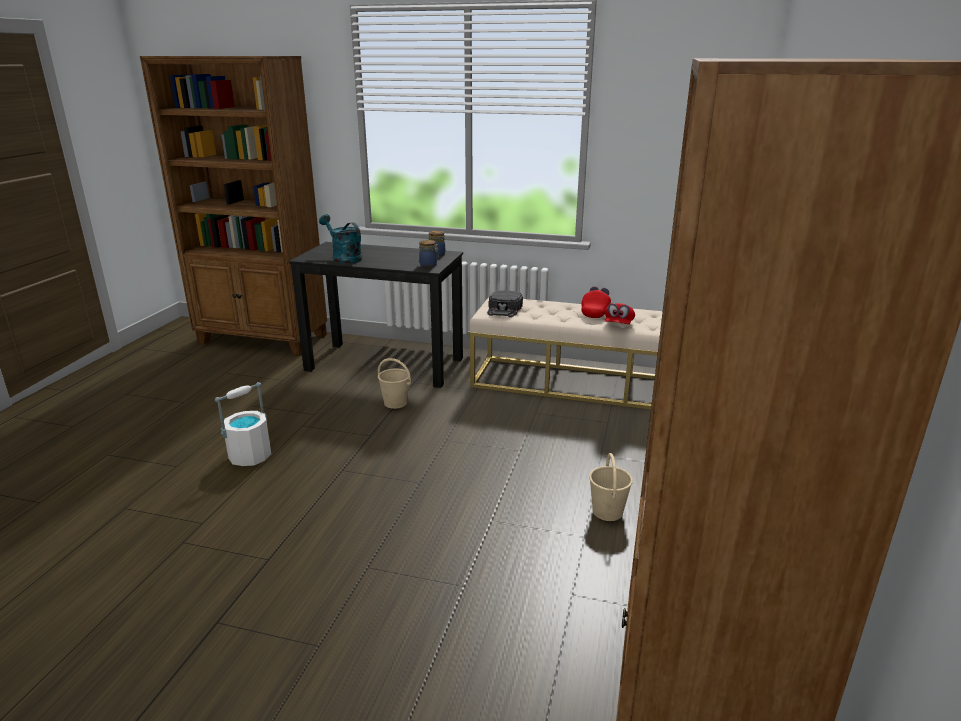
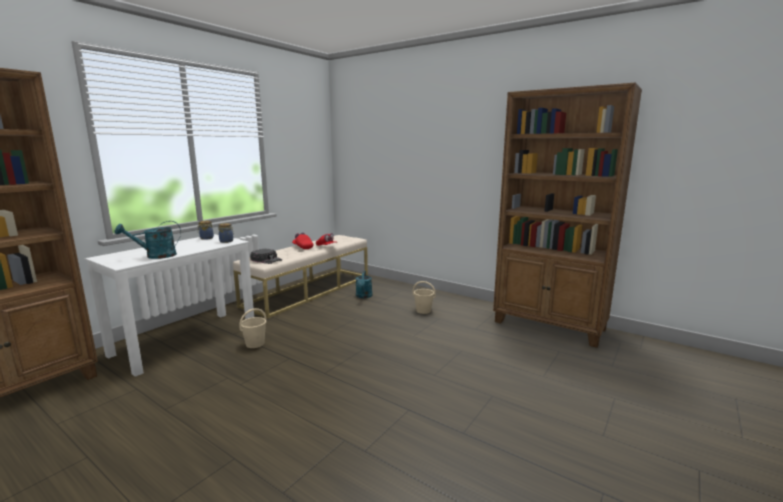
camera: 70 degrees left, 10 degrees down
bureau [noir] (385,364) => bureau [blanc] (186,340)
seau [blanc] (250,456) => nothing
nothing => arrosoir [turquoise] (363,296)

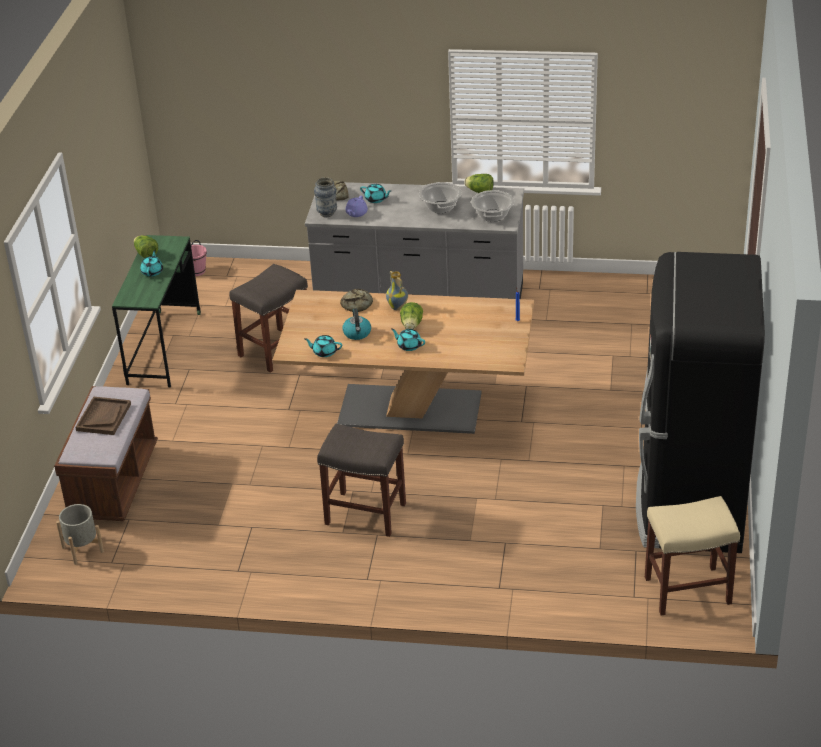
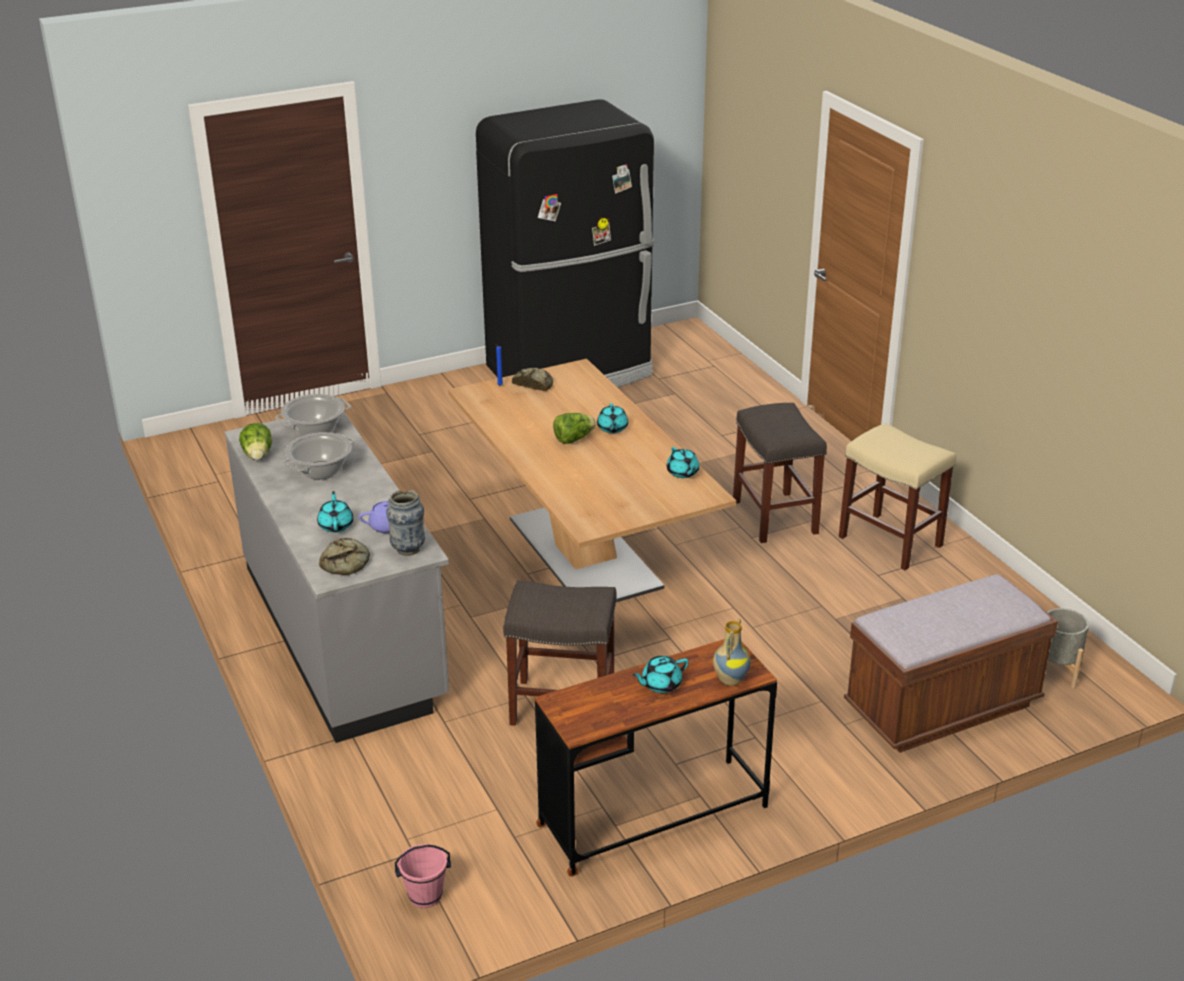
camera: 125 degrees left, 5 degrees down
bureau [vert] (164,348) => bureau [marron] (653,816)
laitue (146,254) => nothing
vase (398,307) => vase (729,680), moved
pain (358,304) => pain (533,383), moved
bouilloire (357,333) => nothing
plateau [marron] (103,417) => nothing
tabouret [beige] (686,591) => tabouret [beige] (892,541), moved

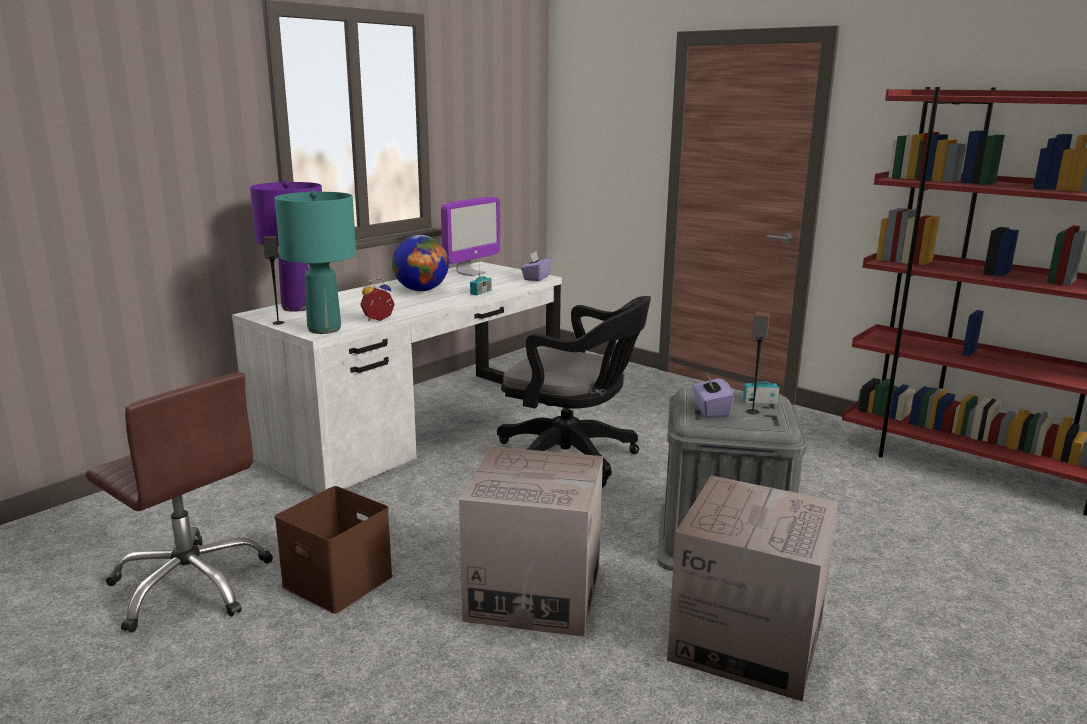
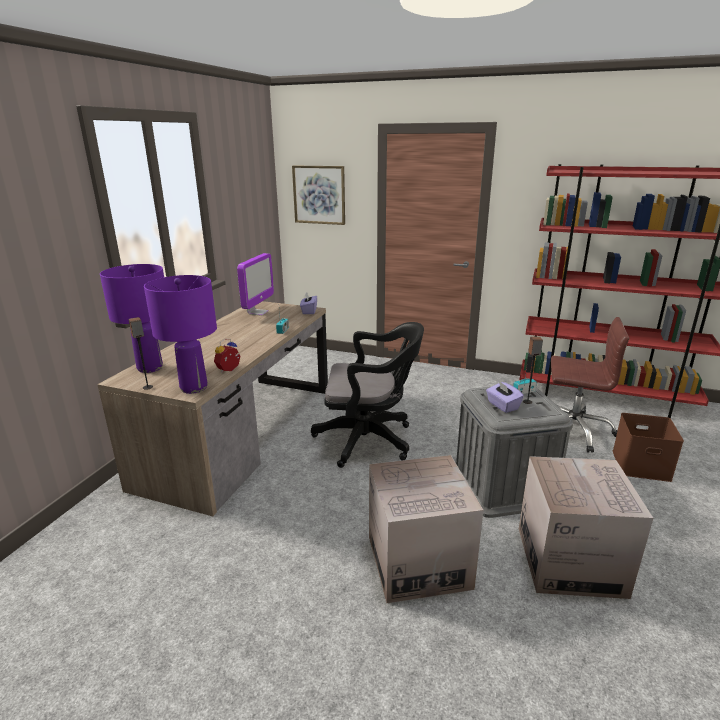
camera: 20 degrees left, 5 degrees up
lampe de table [turquoise] (324,329) => lampe de table [violet] (193,388)
globe (421,290) => nothing
bureau [blanc] (418,426) => bureau [marron] (242,434)
chaise de bureau [marron] (191,584) => chaise de bureau [marron] (573,429), moved
boîte de rangement [marron] (335,581) => boîte de rangement [marron] (640,465), moved
nothing => tableau (319,195)

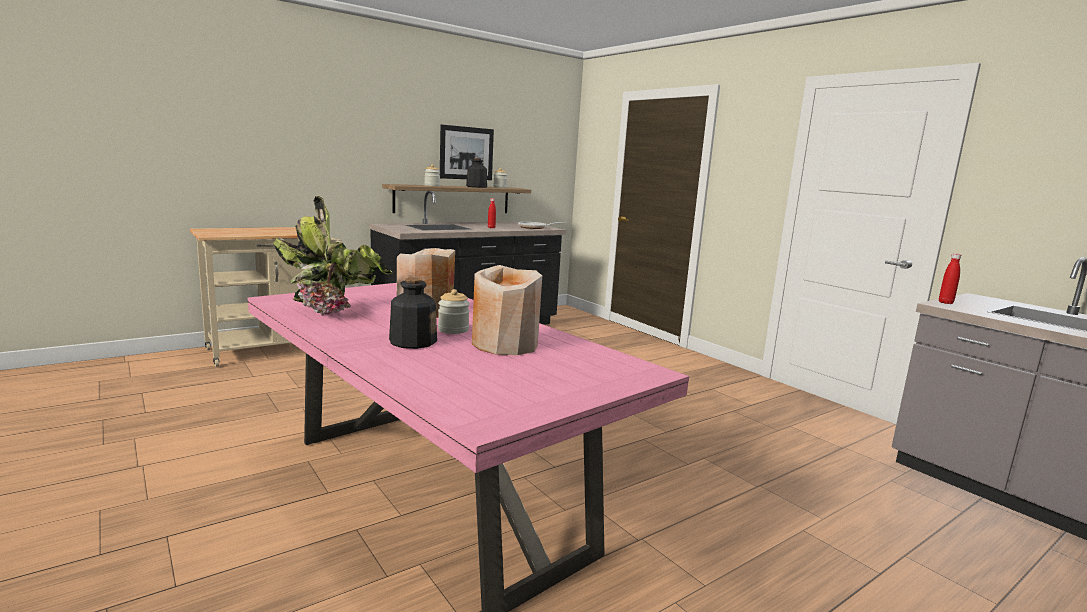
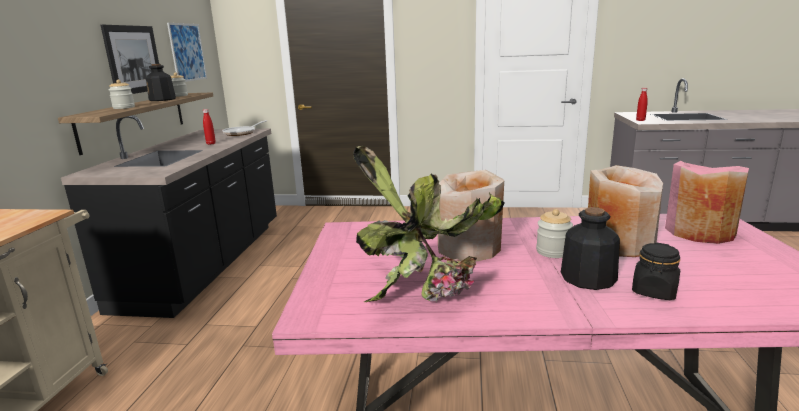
camera: 45 degrees left, 5 degrees up
nothing => tableau (187,52)
nothing => vase [rose] (699,232)
nothing => bocal [noir] (654,291)

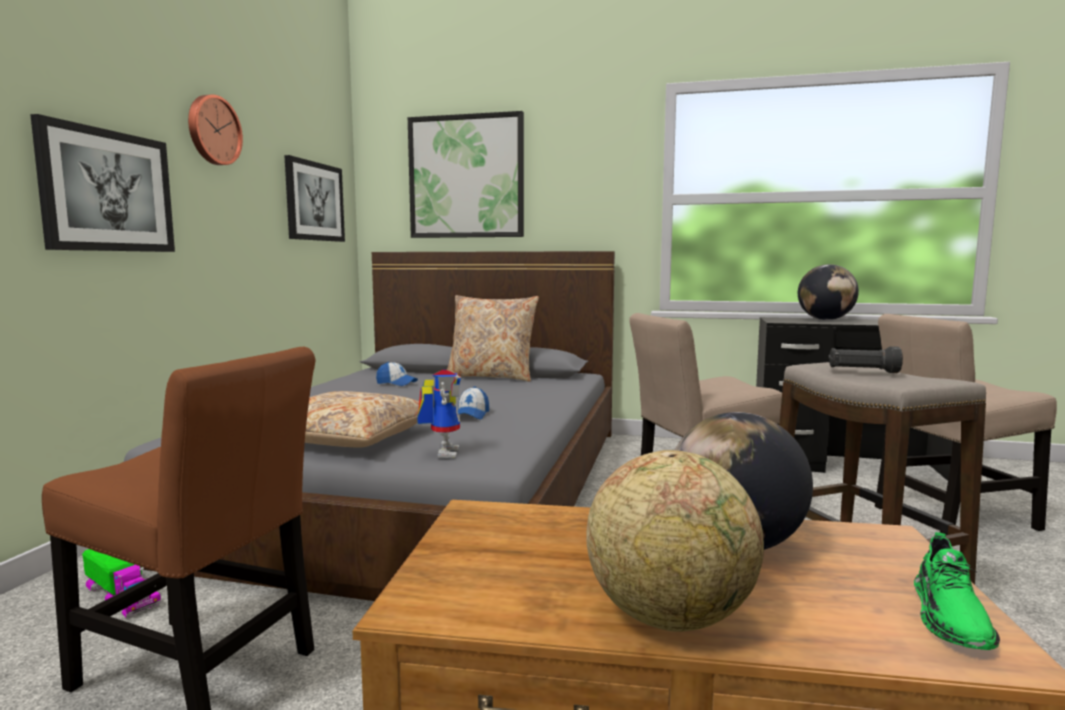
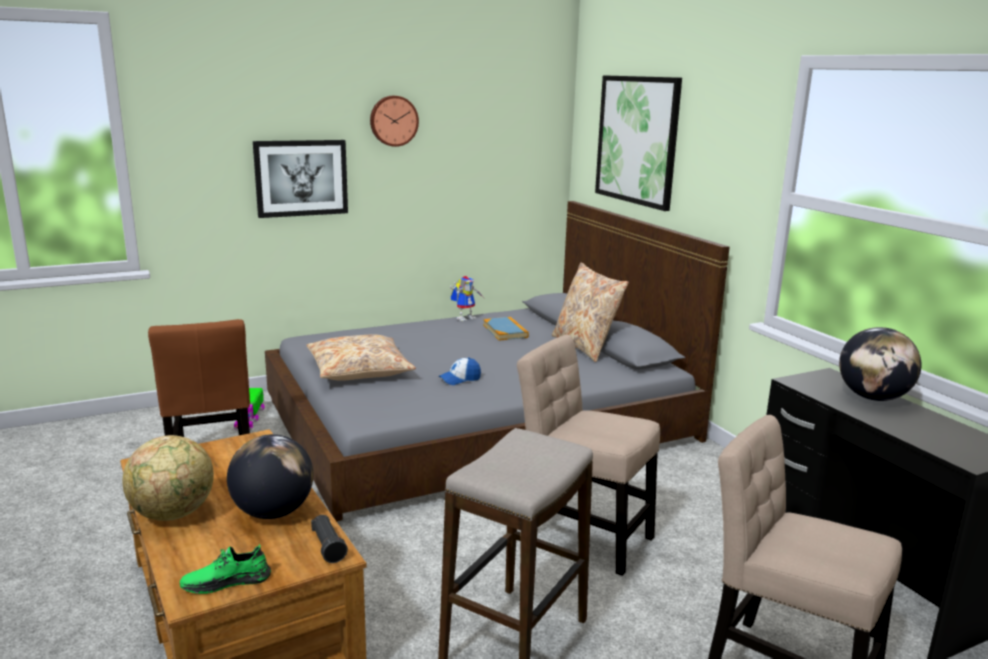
camera: 50 degrees right, 10 degrees up
tableau (314,201) => nothing
lampe de poche [noir] (862,371) => lampe de poche [noir] (328,547), moved
casquette (396,383) => livre (505,331)
robot jouet (442,451) => robot jouet (465,317), moved

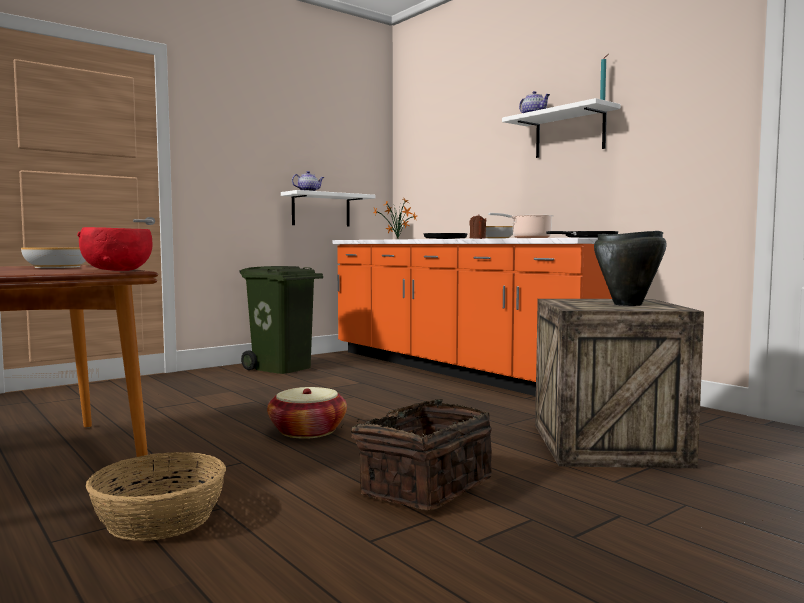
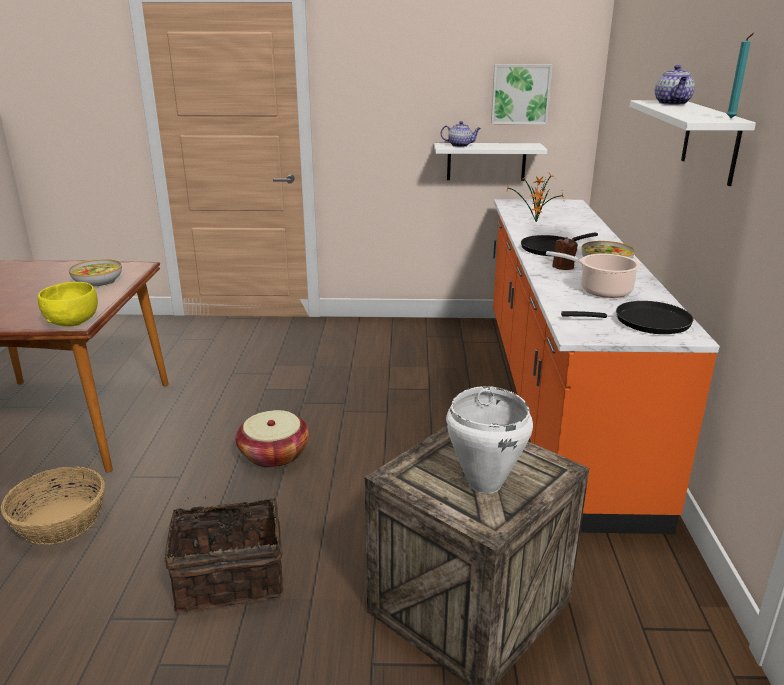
camera: 40 degrees right, 20 degrees up
bol [rouge] (117,270) => bol [jaune] (73,321)
marmite [noir] (627,304) => marmite [blanc] (484,483)
poubelle [vert] (281,368) => nothing
nothing => tableau (520,94)

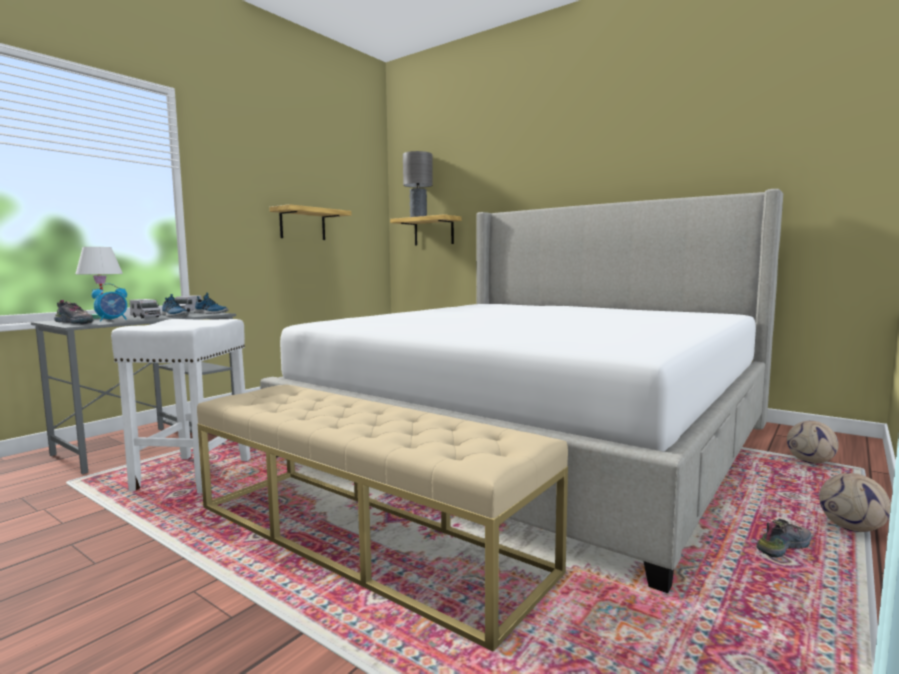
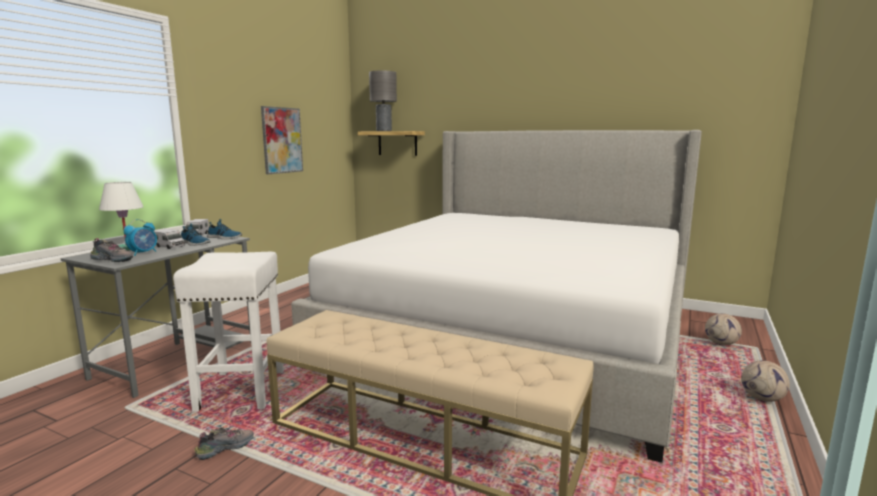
camera: 10 degrees left, 5 degrees up
étagère (302,224) => tableau (282,140)
chaussure (783,547) => chaussure (225,448), moved

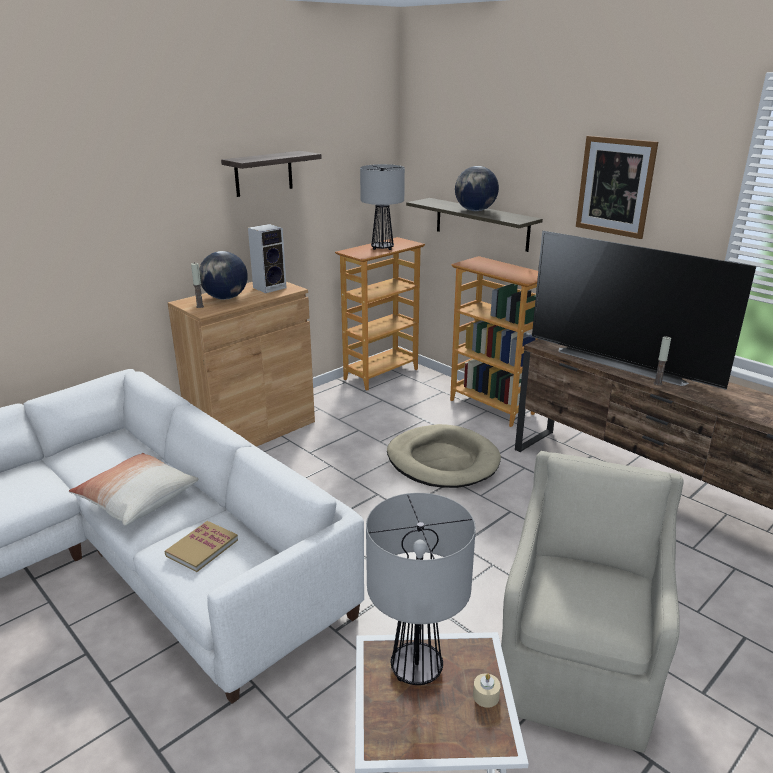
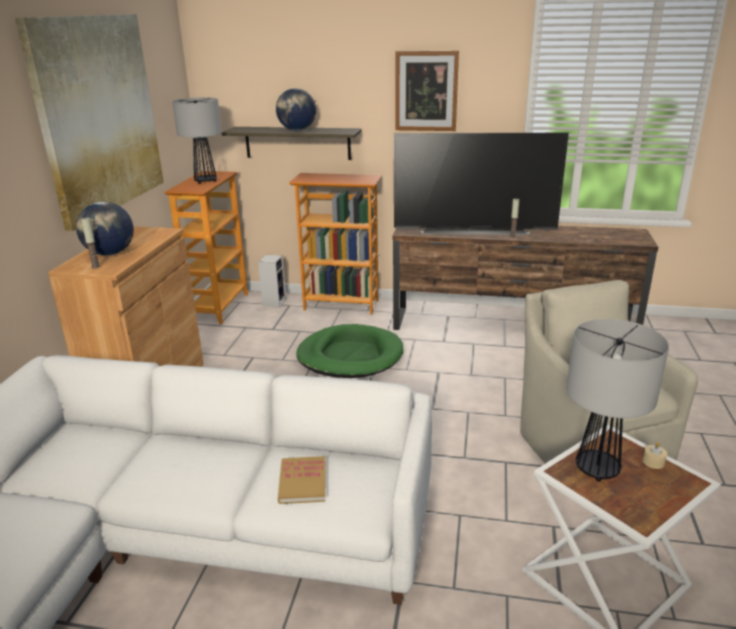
camera: 35 degrees left, 0 degrees up
étagère (263,173) => tableau (99,115)
enceinte (270,287) => enceinte (274,302), moved
panier pour chien [beige] (442,461) => panier pour chien [vert] (350,356)
coussin (137,500) => nothing

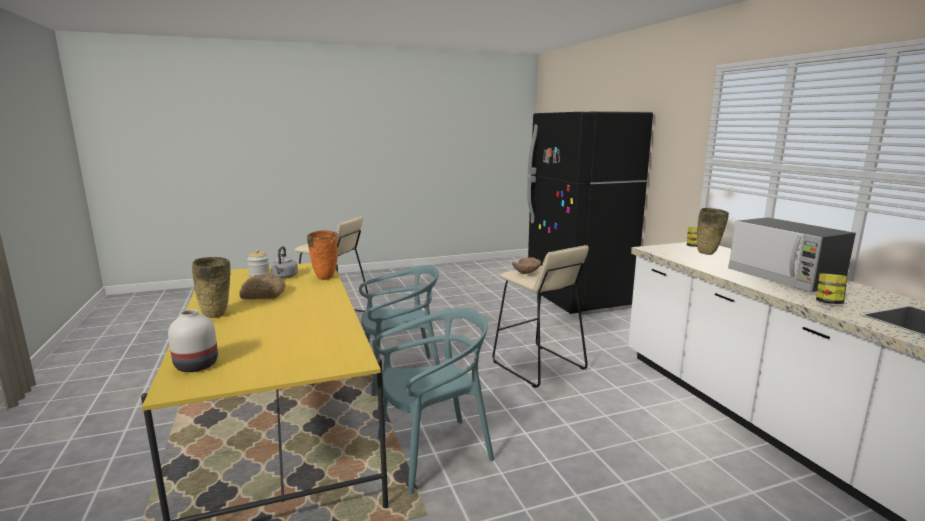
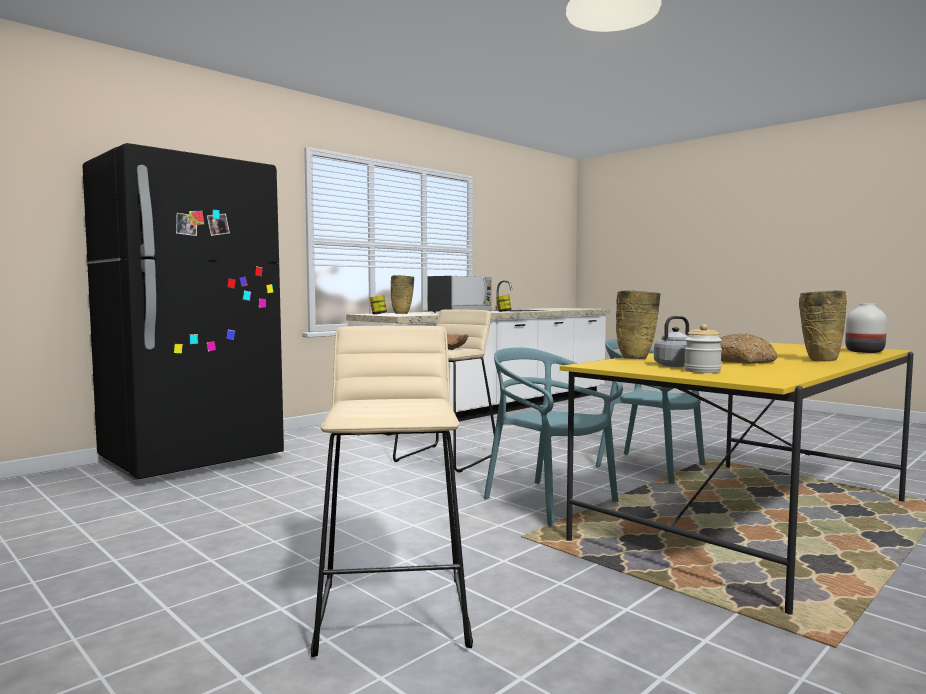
camera: 115 degrees left, 10 degrees down
vase [orange] (324,278) => vase [beige] (637,359)

